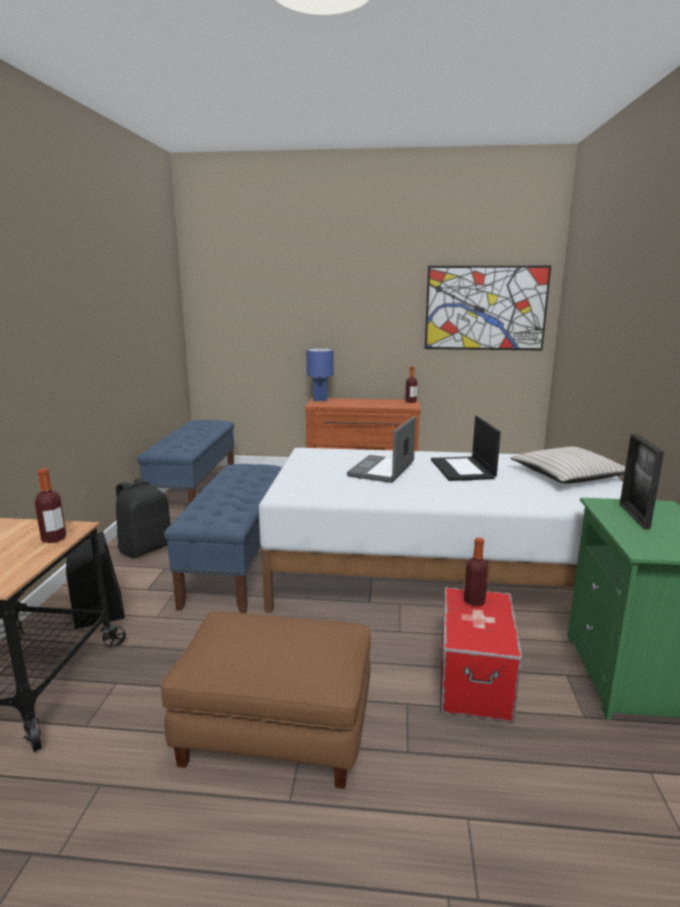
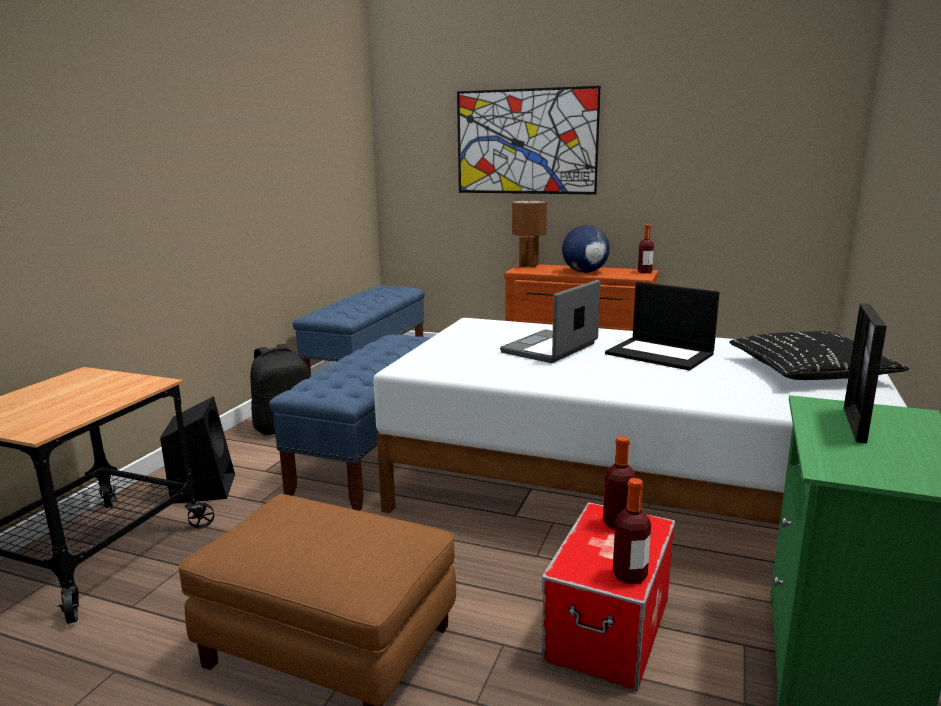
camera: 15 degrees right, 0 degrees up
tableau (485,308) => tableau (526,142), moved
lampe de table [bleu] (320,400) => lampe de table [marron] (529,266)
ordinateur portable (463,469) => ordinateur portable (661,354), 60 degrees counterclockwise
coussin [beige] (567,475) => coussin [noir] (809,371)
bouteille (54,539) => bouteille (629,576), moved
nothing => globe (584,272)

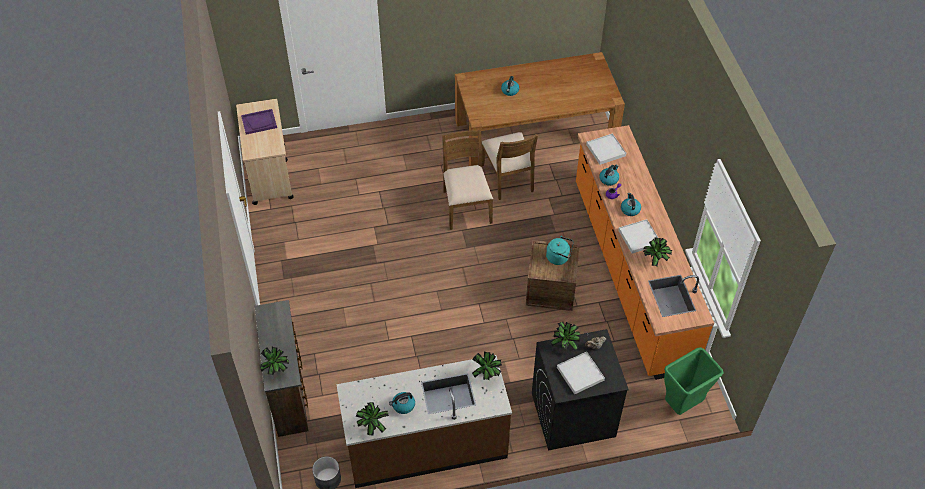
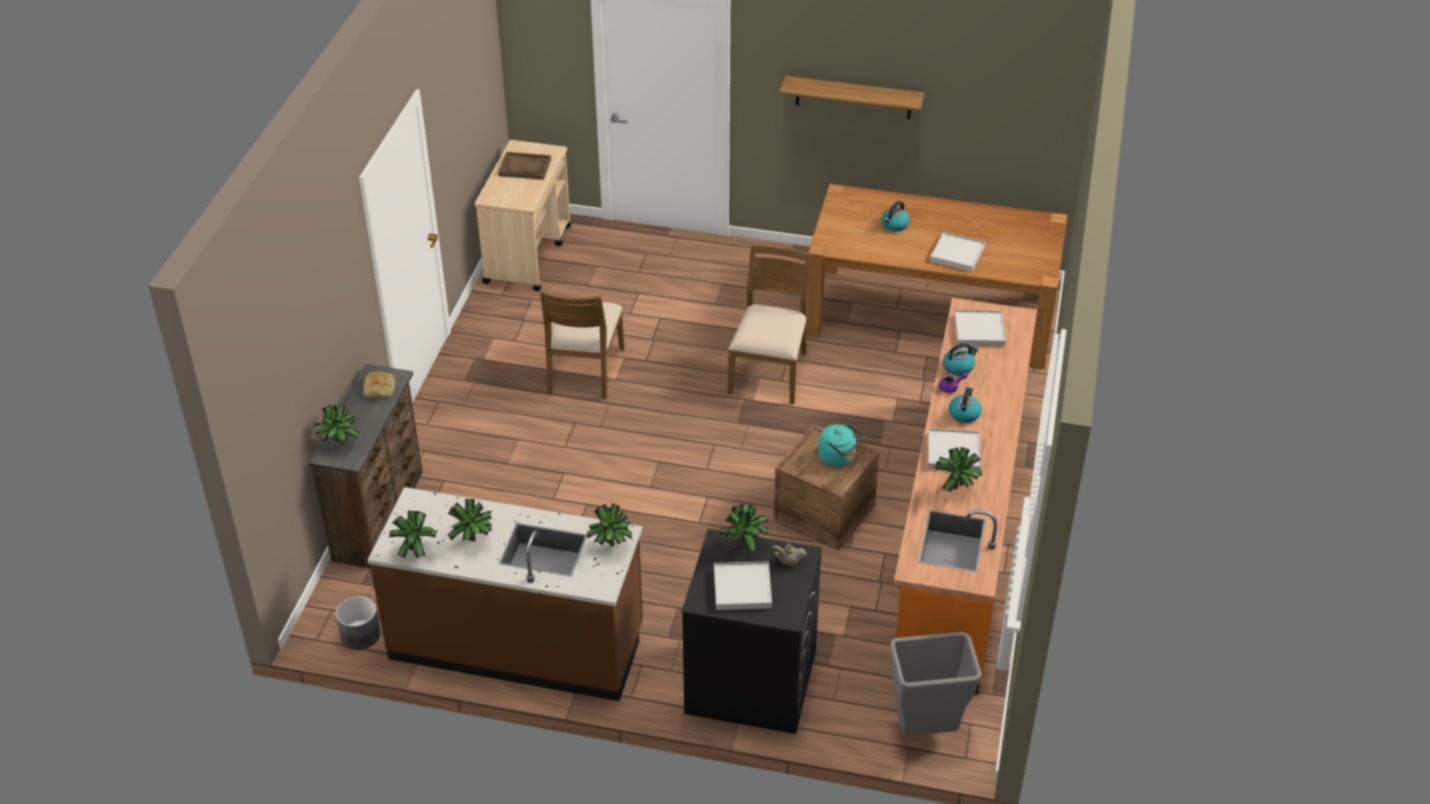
camera: 25 degrees right, 10 degrees down
plateau [violet] (259,122) => plateau [marron] (525,167)
chaise [marron] (508,178) => chaise [marron] (584,371), moved
poubelle [vert] (682,406) => poubelle [gris] (925,731)
bouilloire (403,406) => plante en pot (472,542)
nothing => étagère (853,97)
nothing => plateau [blanc] (957,254)
nothing => pain (380,388)

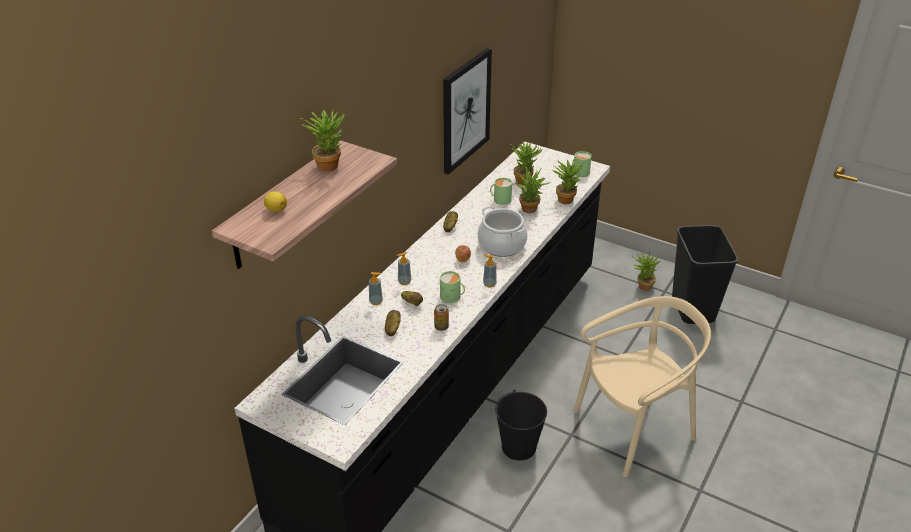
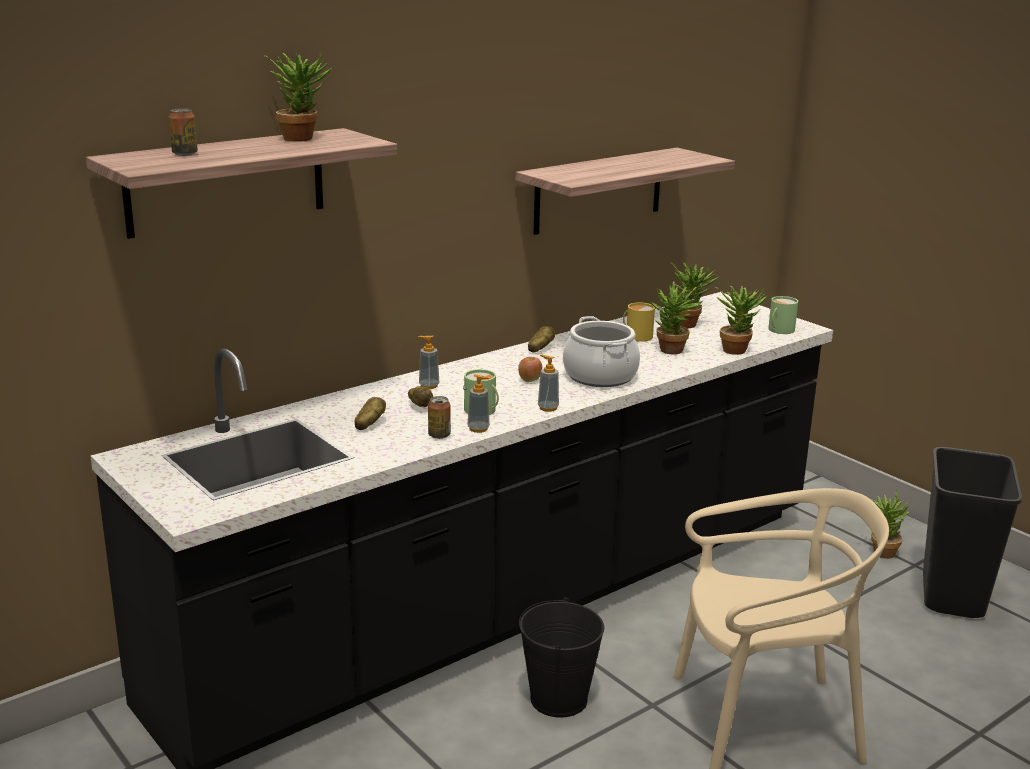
camera: 20 degrees right, 15 degrees down
tableau (465,110) => étagère (599,190)
mug [vert] (500,199) => mug [jaune] (636,336)
citron (276,210) => boîte métallique (184,154)
distributeur de savon (376,301) => distributeur de savon (478,429), moved

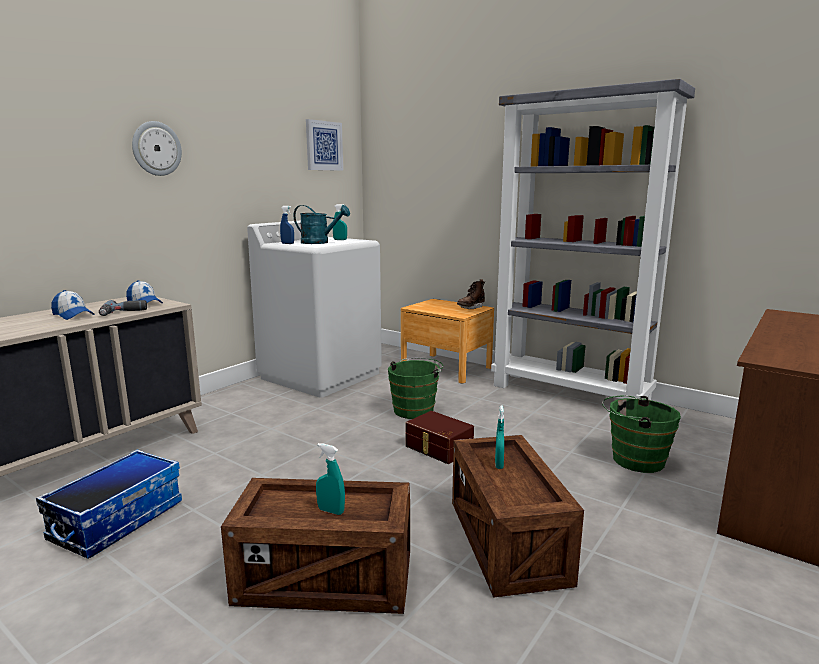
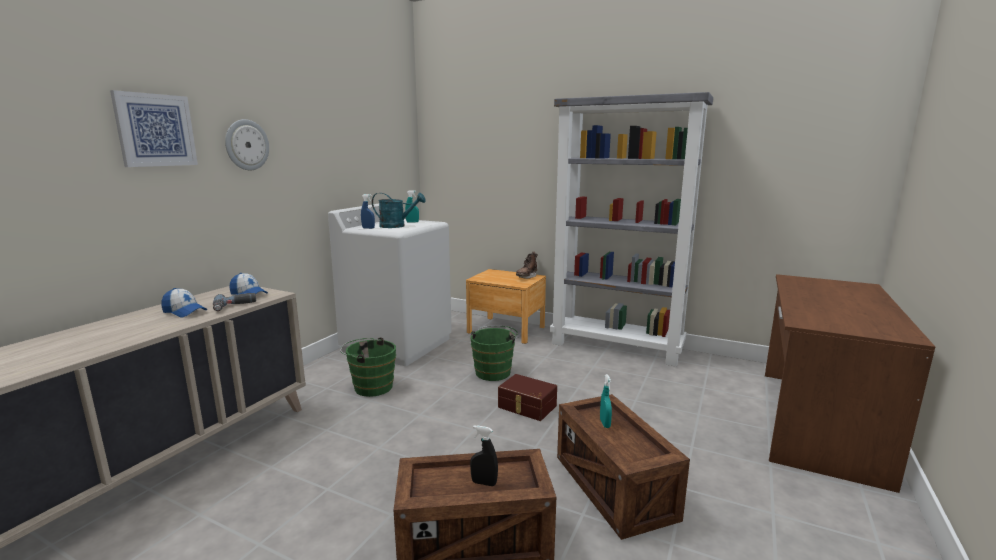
camera: 10 degrees left, 0 degrees up
tableau (324,146) => tableau (155,130), moved
seau [vert] (633,459) => seau [vert] (370,387), moved
vaporisateur [turquoise] (331,511) => vaporisateur [noir] (484,483)
boîte de rangement (117,520) => nothing

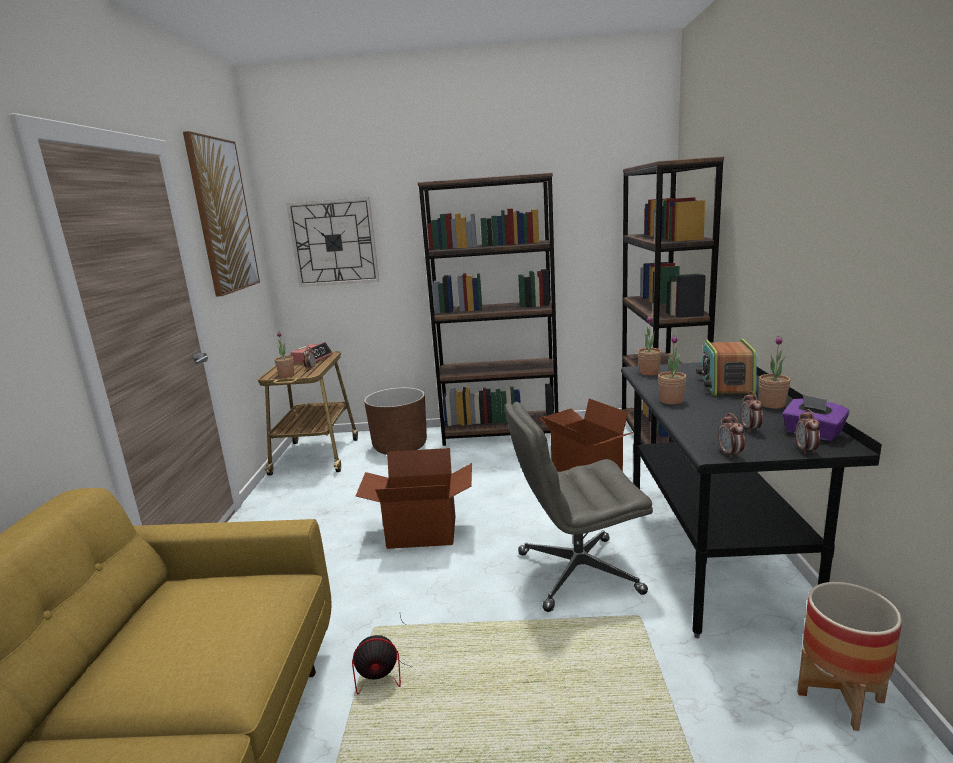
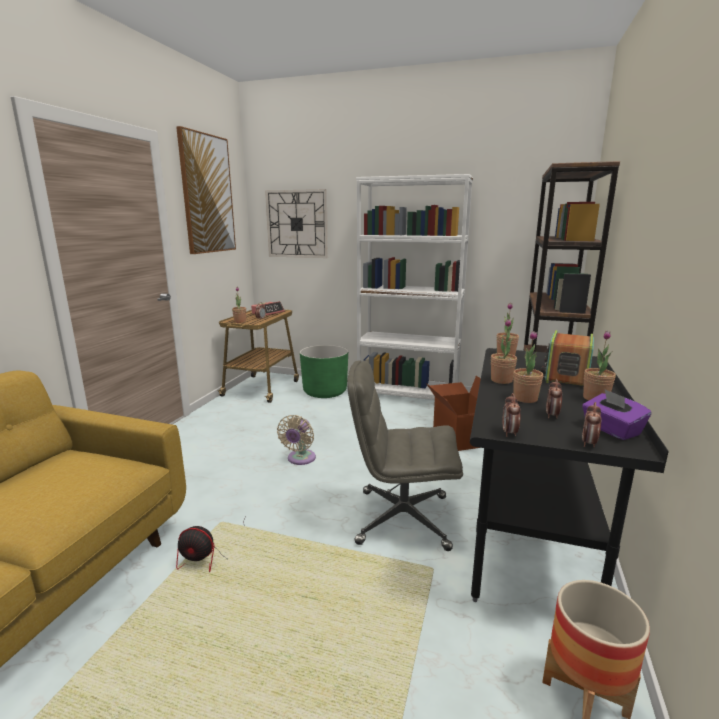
camera: 15 degrees right, 0 degrees up
bibliothèque [marron] (500,433) => bibliothèque [blanc] (408,395)
cache-pot [marron] (400,446) => cache-pot [vert] (325,392)
carton (422,532) => ventilateur [beige] (300,459)
nothing => plante en pot (525,399)

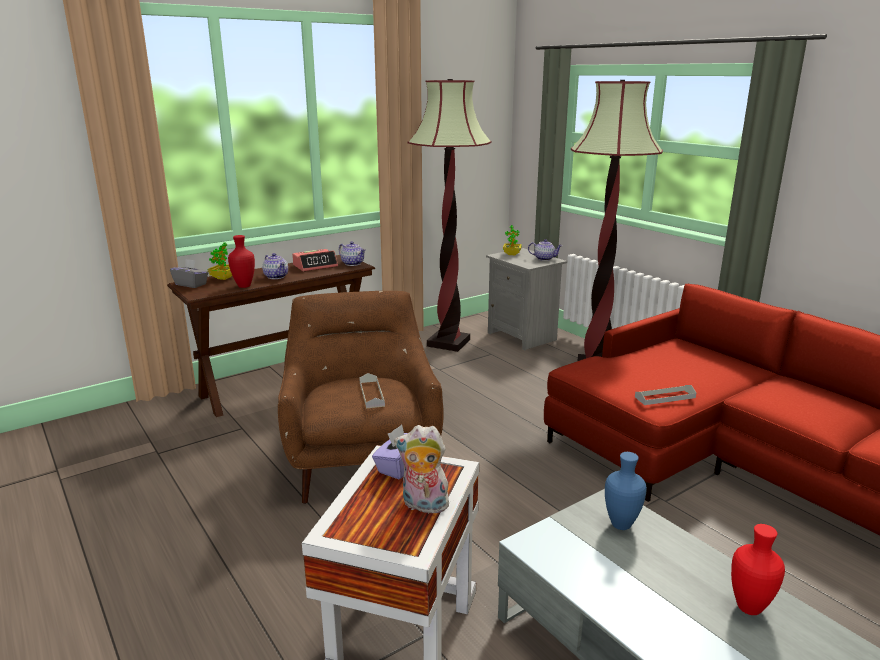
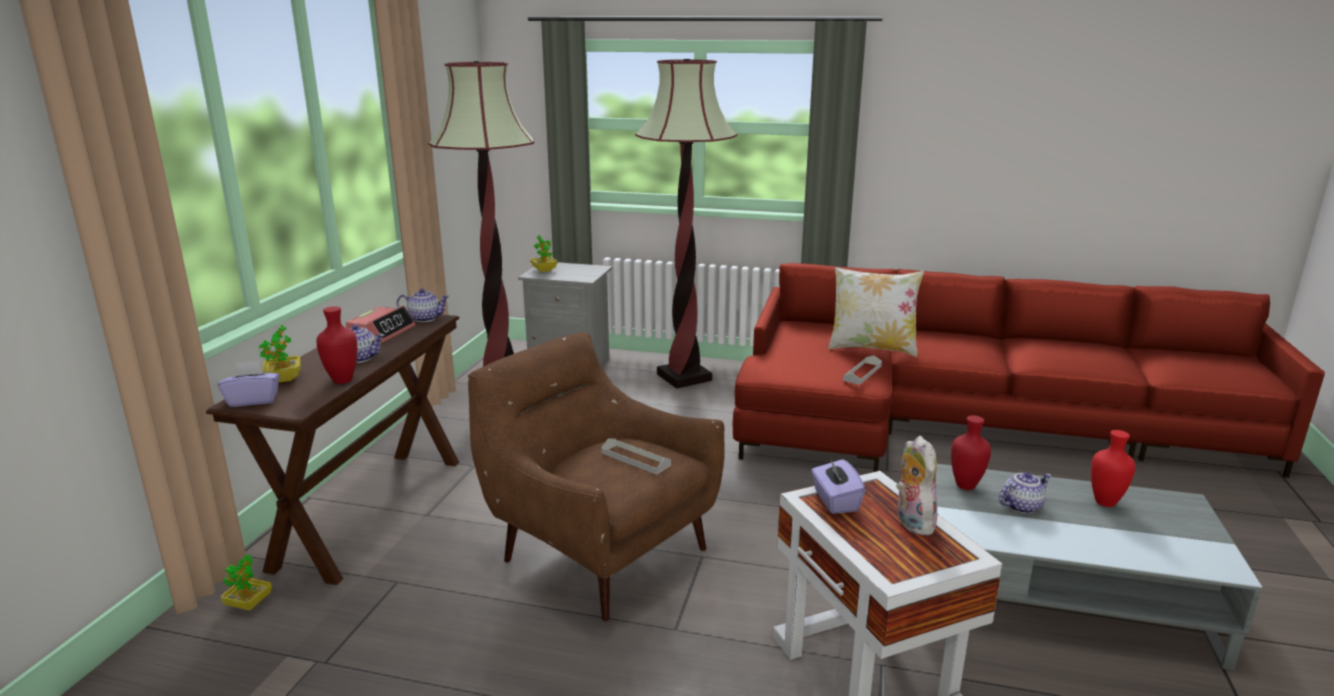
camera: 40 degrees left, 0 degrees up
théière (544,258) => théière (1021,506), moved
boîte à mouchoirs [gris] (191,284) => boîte à mouchoirs [violet] (253,400)
peluche (423,506) => peluche (911,522), 105 degrees clockwise
vase [bleu] (622,525) => vase [rouge] (967,486)
nothing => coussin (872,348)
nothing => plante en pot (249,604)

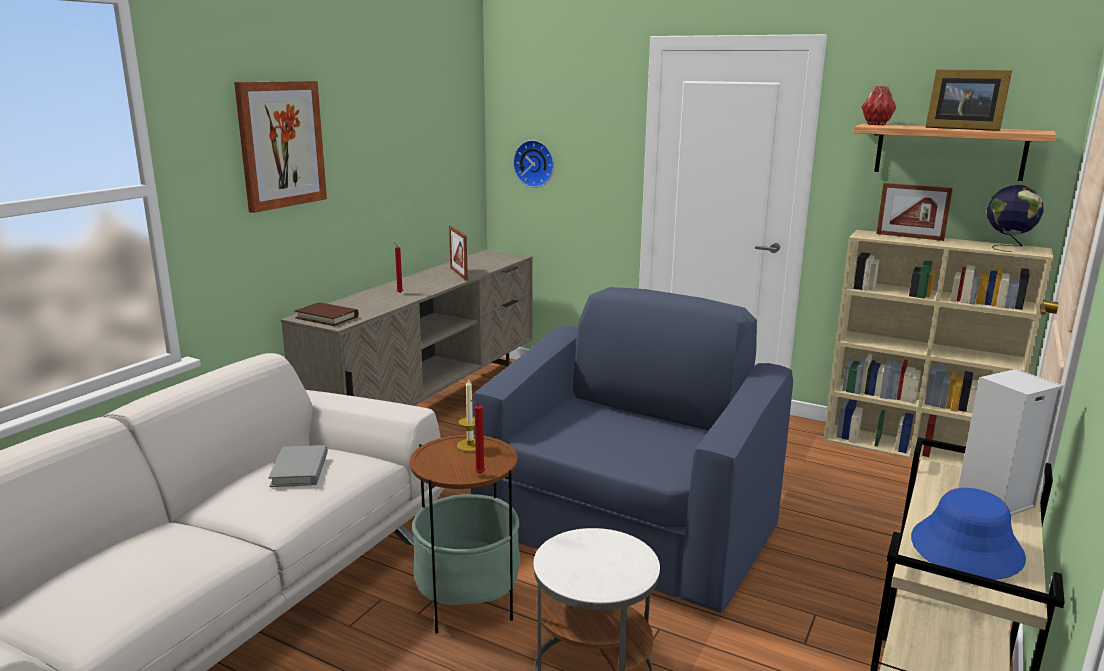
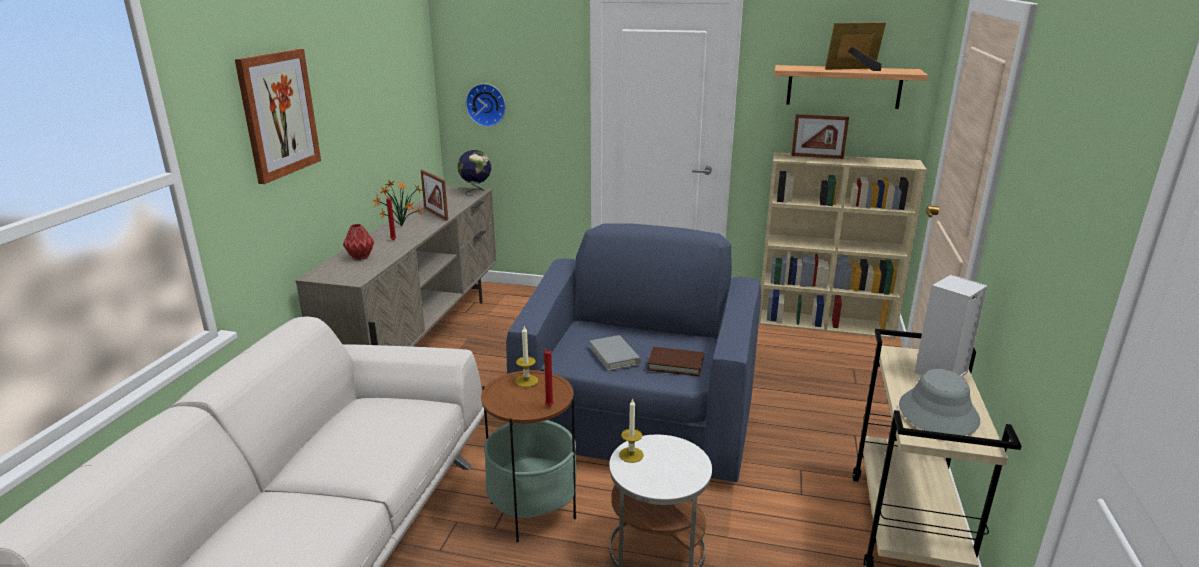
camera: 15 degrees left, 5 degrees up
cadre photo (960,128) => cadre photo (855,69), 150 degrees clockwise
vase [rouge] (875,124) => vase [rouge] (360,257), moved
globe (1007,247) => globe (476,192), moved
livre [marron] (327,317) => livre [marron] (675,364), moved
livre [gris] (300,470) => livre [gris] (614,355), moved
chapeau [bleu] (965,548) => chapeau [gris] (937,413)
nothing => plante en pot (400,226)
nothing => bougie (631,455)

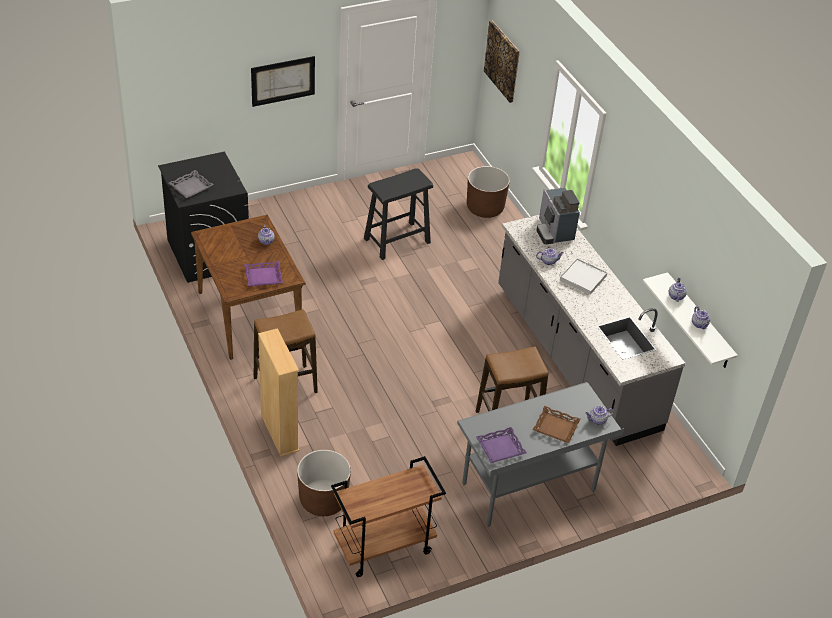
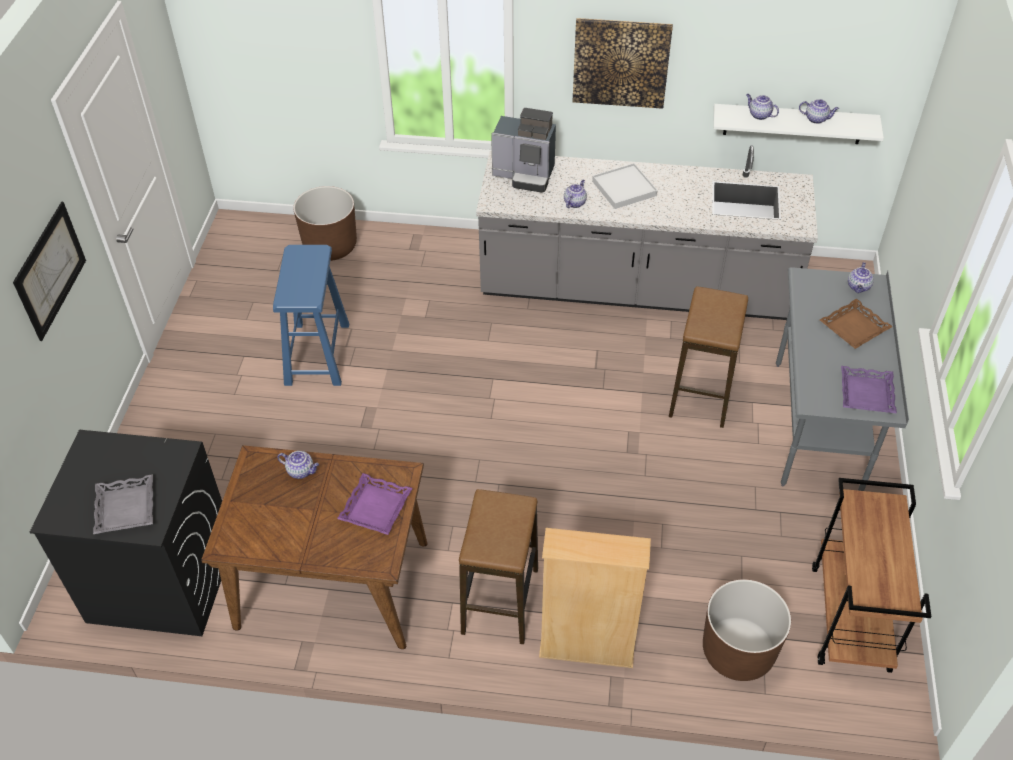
camera: 55 degrees left, 5 degrees up
tableau (502,61) => tableau (621,62), moved
tabouret [noir] (397,240) => tabouret [bleu] (317,353)

